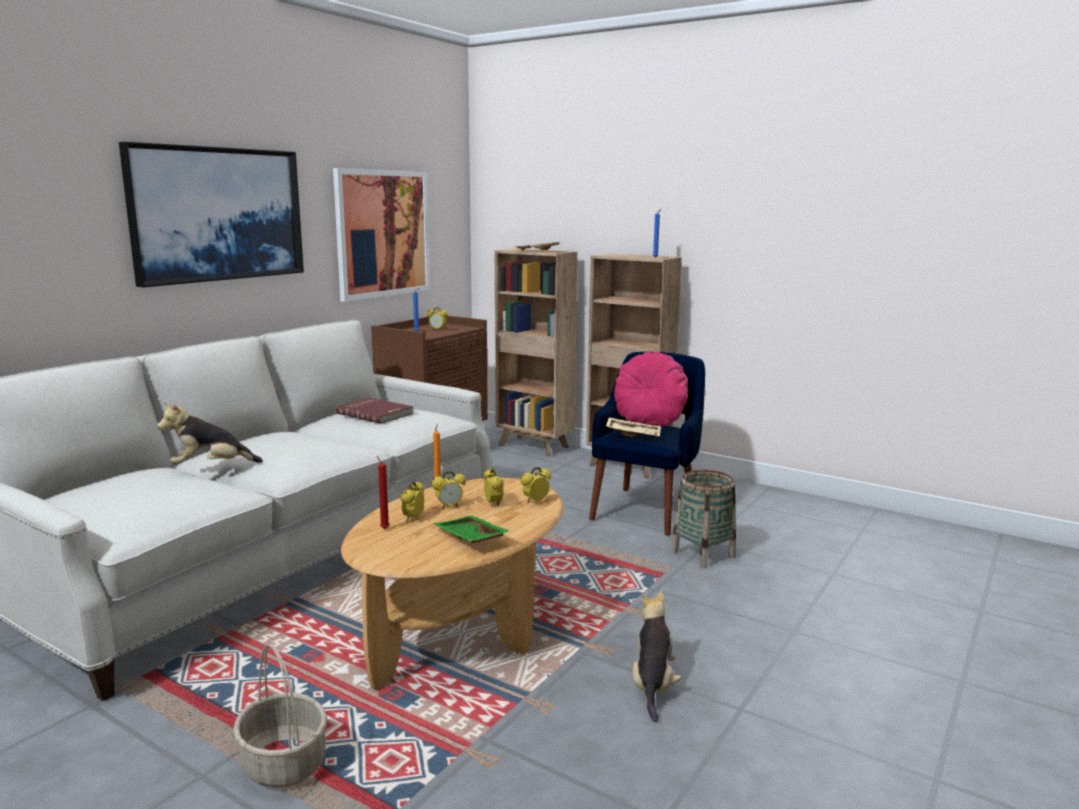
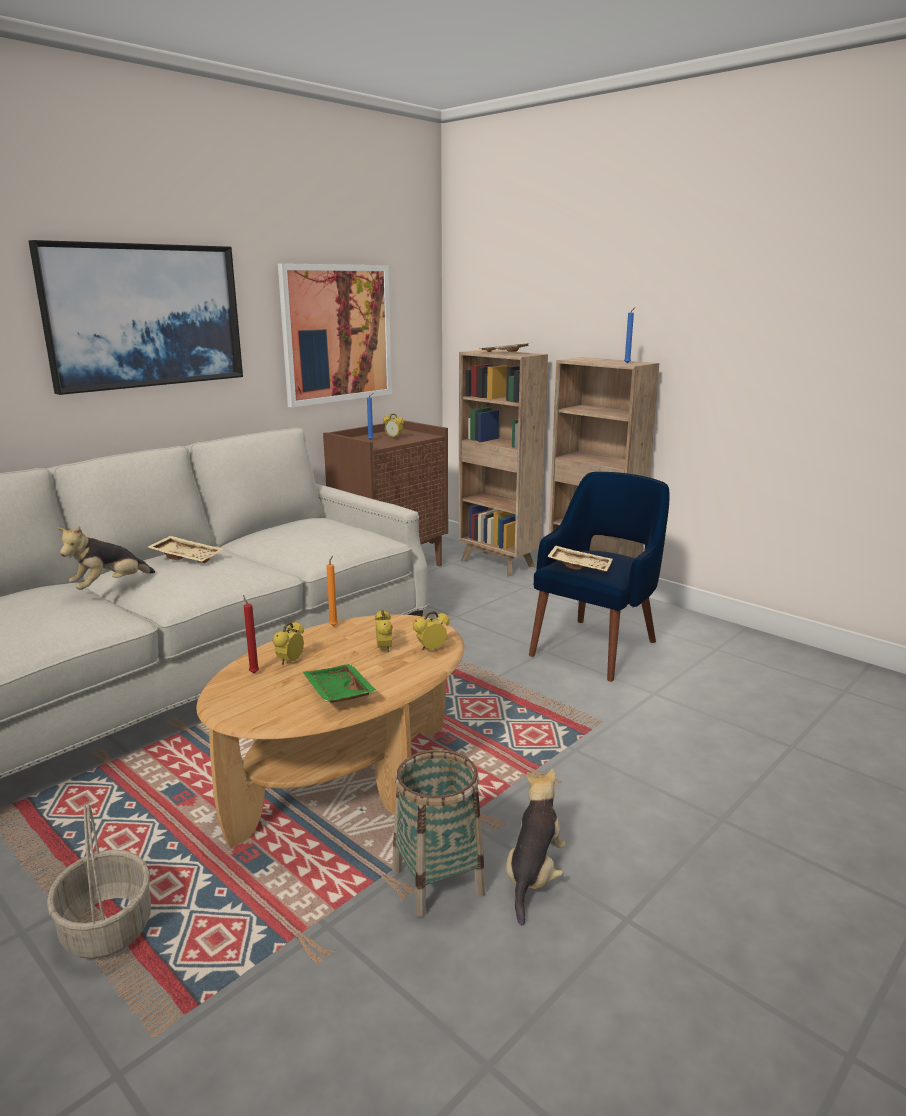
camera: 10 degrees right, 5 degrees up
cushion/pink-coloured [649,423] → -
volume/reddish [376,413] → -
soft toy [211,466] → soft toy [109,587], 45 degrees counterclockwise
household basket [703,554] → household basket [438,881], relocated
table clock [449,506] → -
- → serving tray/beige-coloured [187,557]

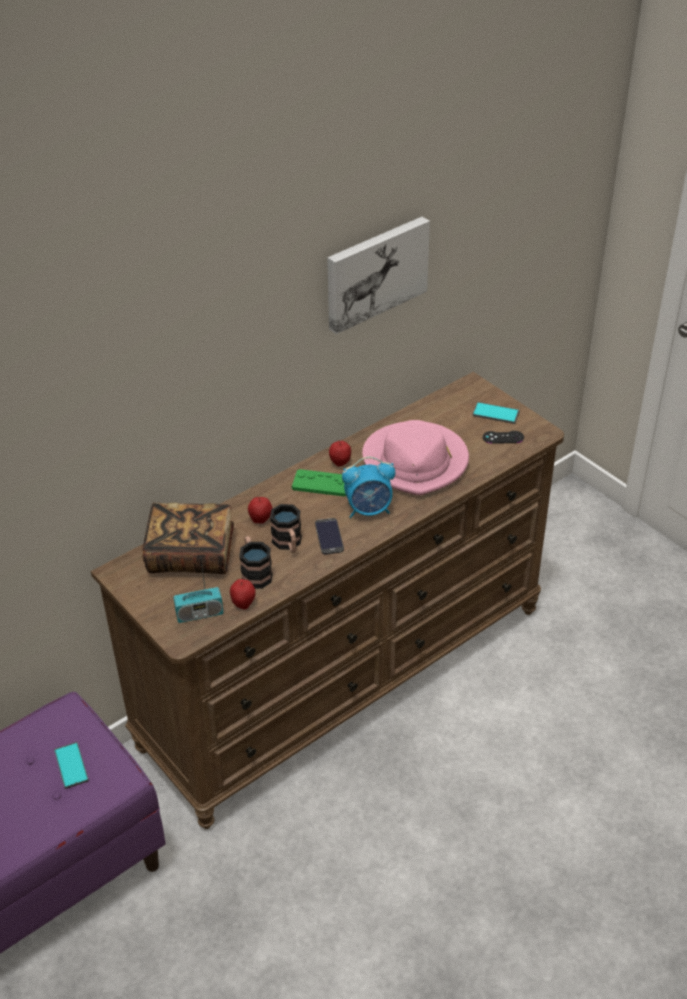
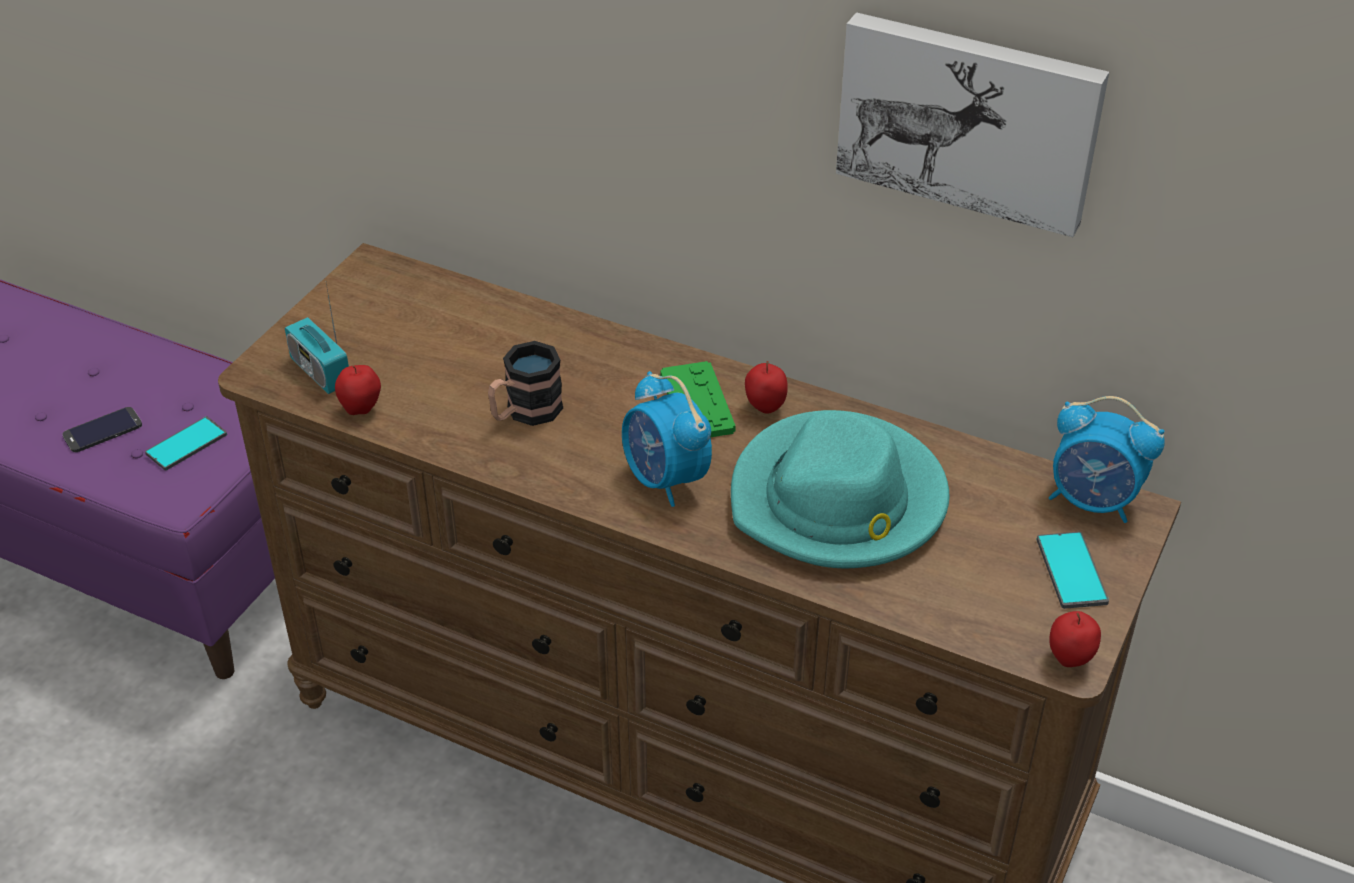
camera: 65 degrees right, 0 degrees up
clothing hat/pink-coloured [416,462] → clothing hat/turquoise-coloured [838,500]
gamepad/black-coloured [503,437] → -
apple [261,520] → apple [1069,660], relocated
volume [191,554] → -
handset [329,536] → handset [102,430], relocated
mug [255,572] → -
- → table clock [1093,501]

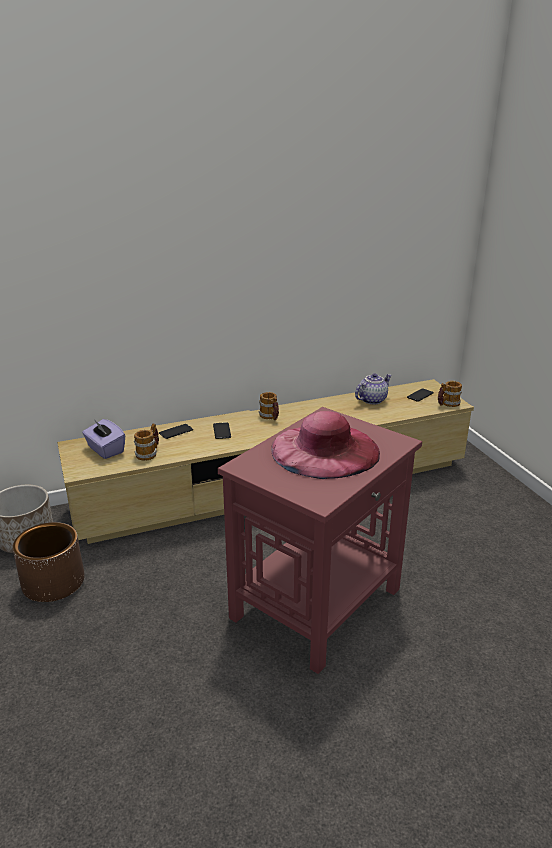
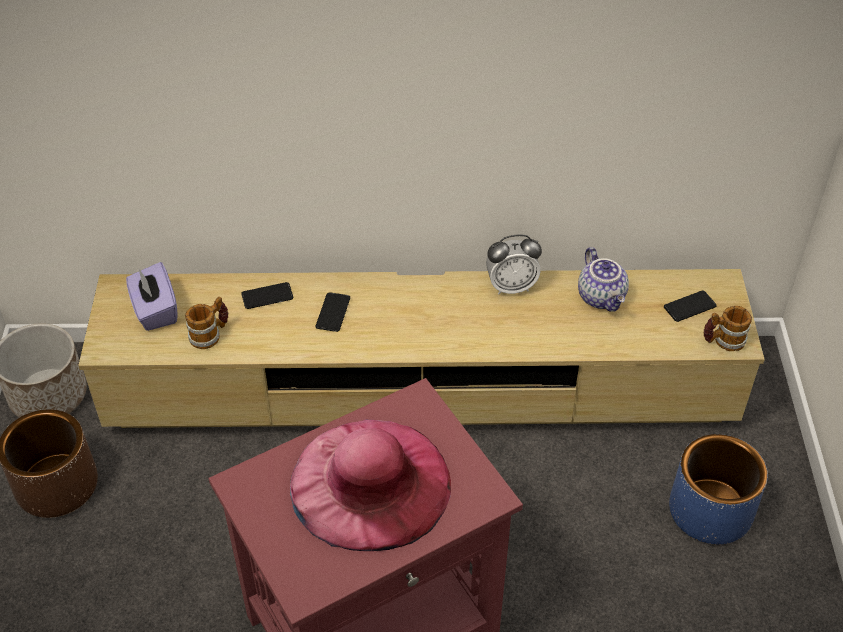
camera: 20 degrees right, 20 degrees up
teapot [372,400] → teapot [602,297], 90 degrees clockwise
mug [270,417] → -
- → table clock [511,286]
- → plant pot/bluish [709,510]

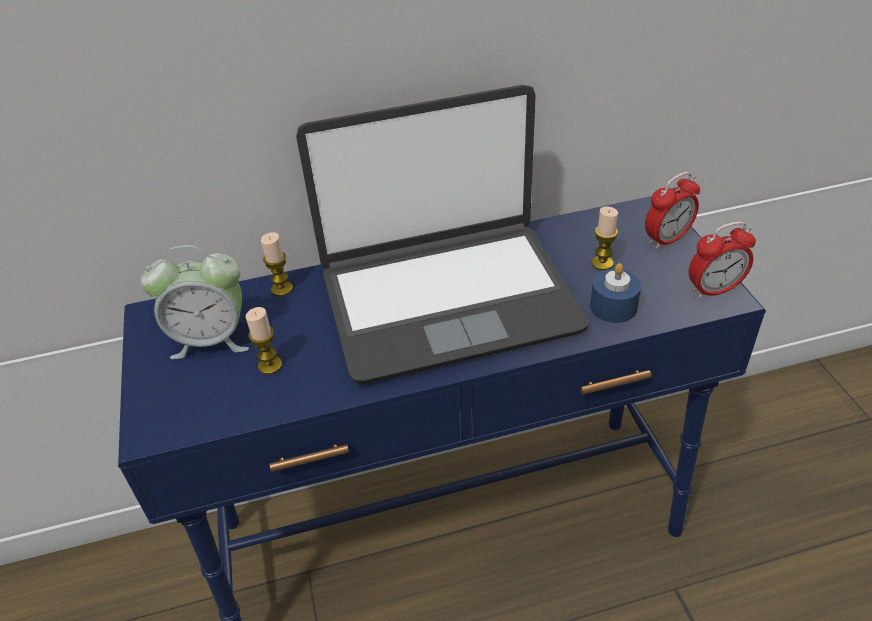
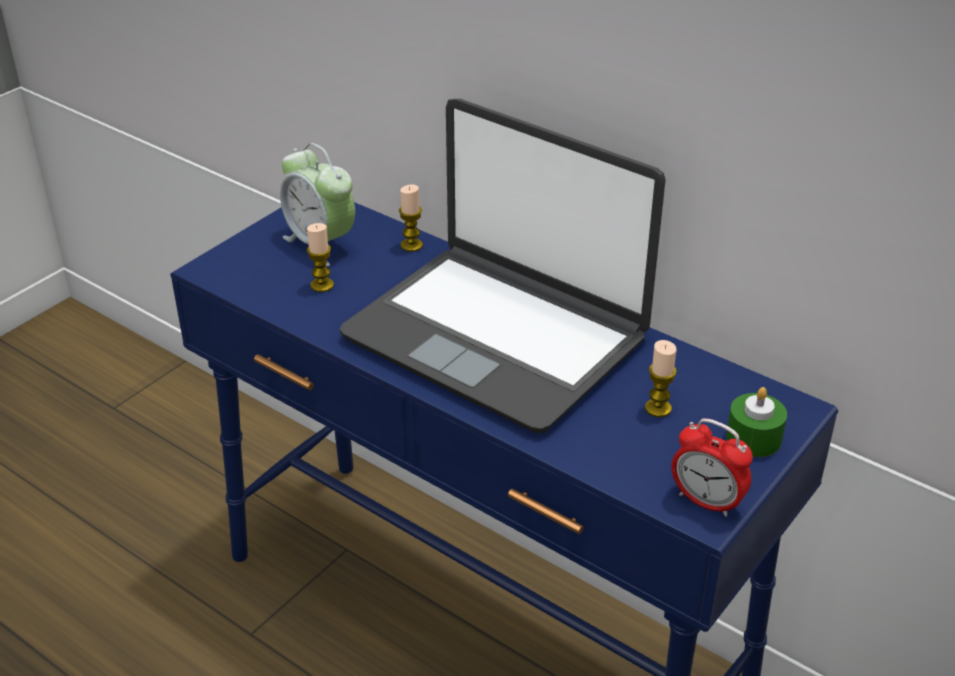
camera: 50 degrees right, 5 degrees down
table clock [667,239] → wax candle/greenish [753,438]
wax candle/bluish [613,306] → -

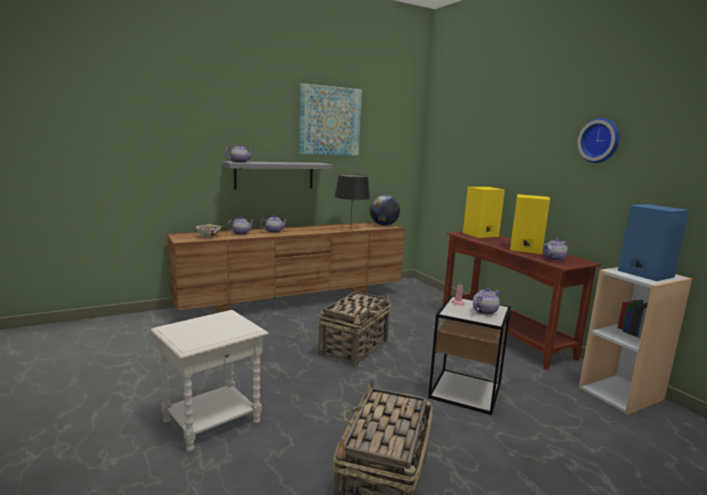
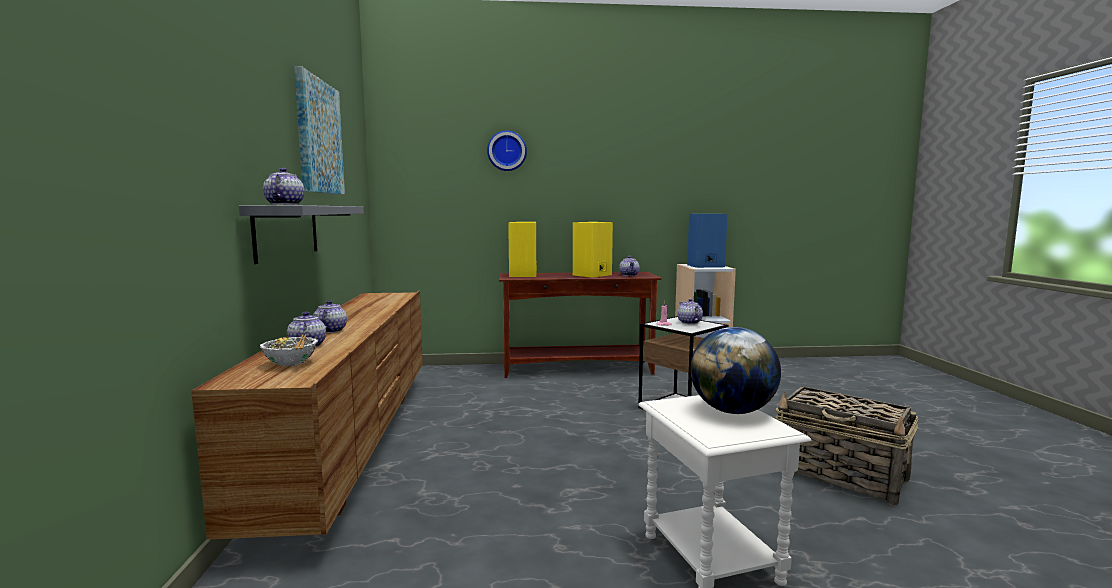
camera: 65 degrees left, 5 degrees down
hanging clock [600,140] → hanging clock [507,151], relocated
tabletop lamp/black-coloured [350,229] → -
desk globe [384,225] → desk globe [732,411], relocated
household basket [354,348] → -

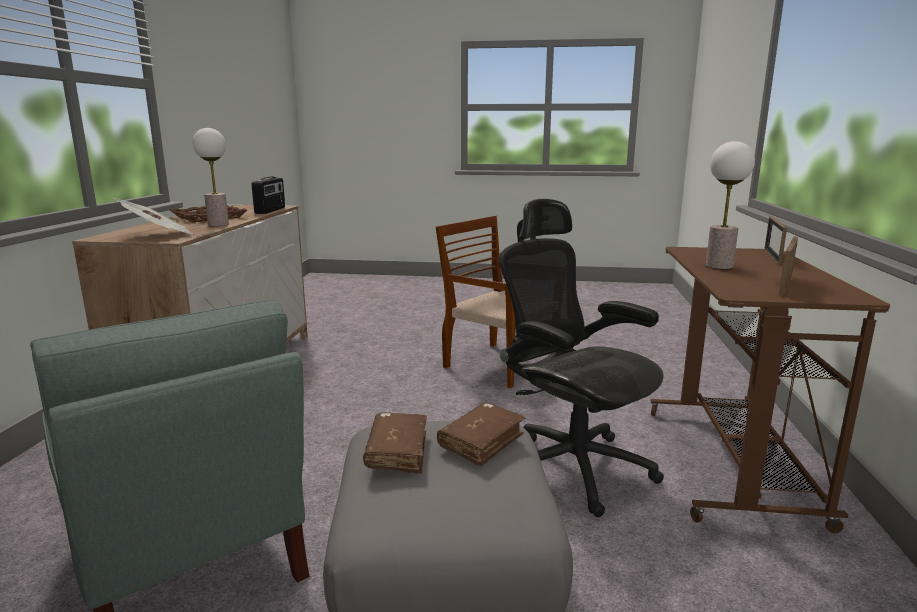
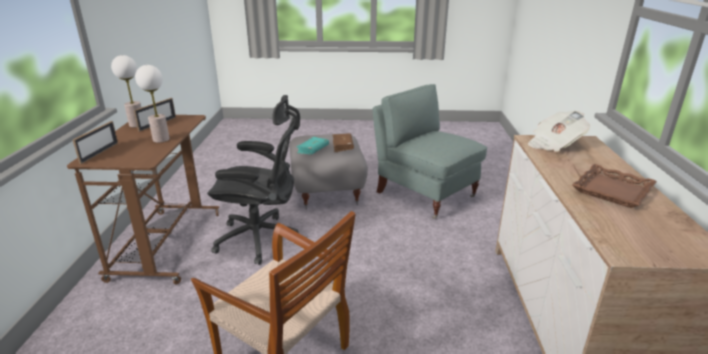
camera: 175 degrees right, 10 degrees up
tabletop lamp [218,224] → tabletop lamp [137,125], relocated
radio set [271,210] → -
computer chair [571,465] → computer chair [261,239], 45 degrees counterclockwise
volume/brown [481,442] → volume/turquoise-coloured [313,150]

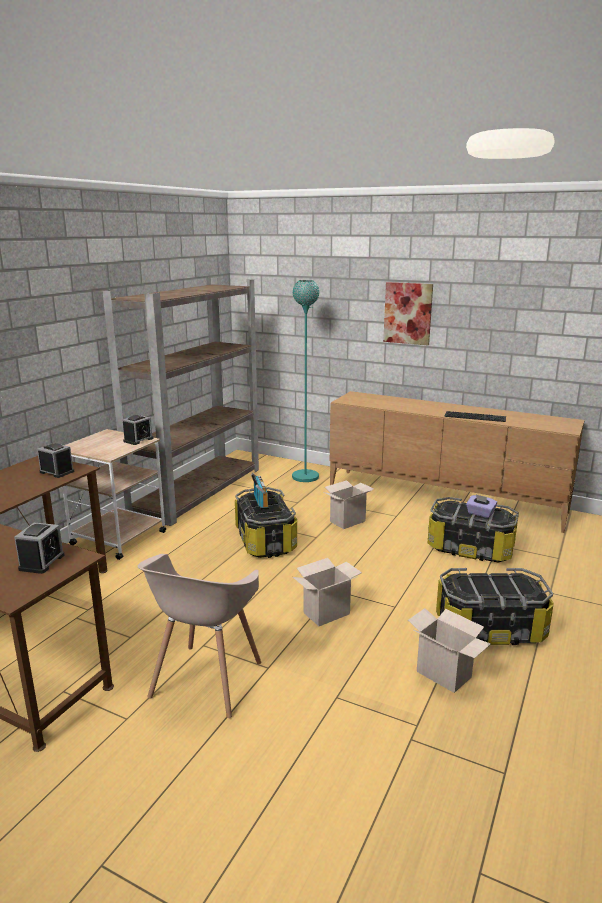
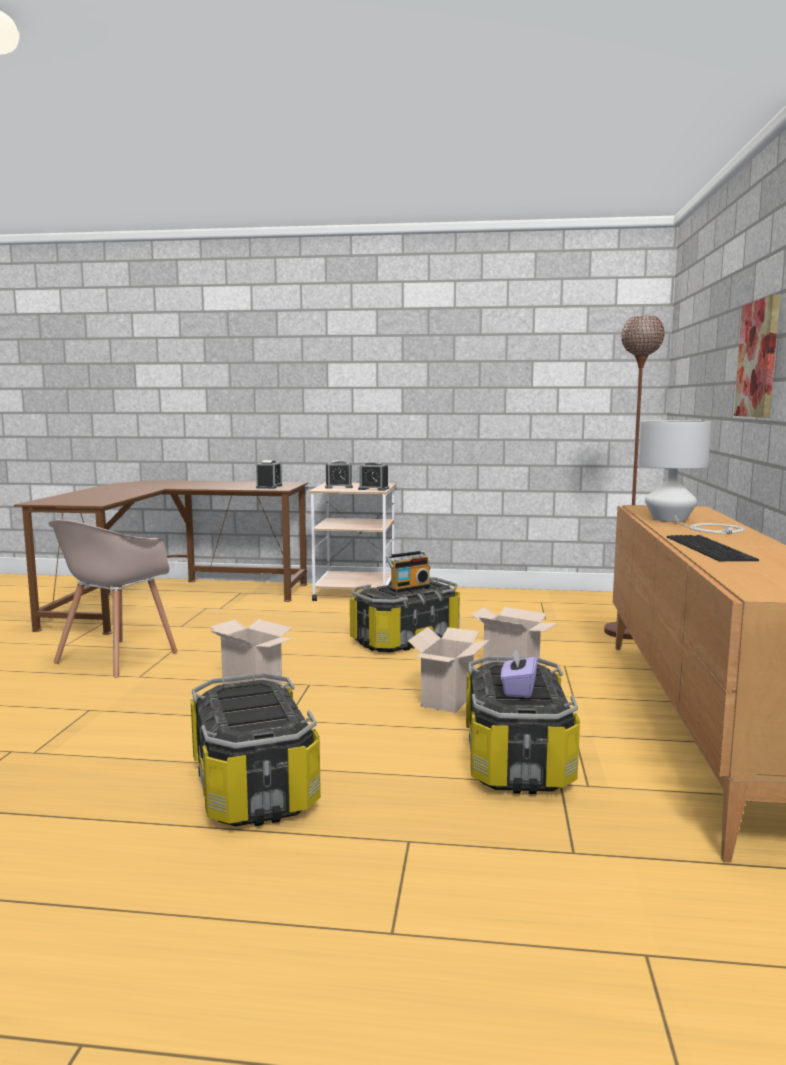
camera: 70 degrees right, 10 degrees down
bookshelf/brown [198,490] → -
floor lamp/turquoise-coloured [305,477] → floor lamp/brown [627,633]
table clock [42,562] → table clock [338,487], relocated
chair/beige-coloured [206,681] → chair/beige-coloured [116,659], 60 degrees counterclockwise
carton [446,674] → carton [448,701], relocated
- → tabletop lamp/white [686,523]

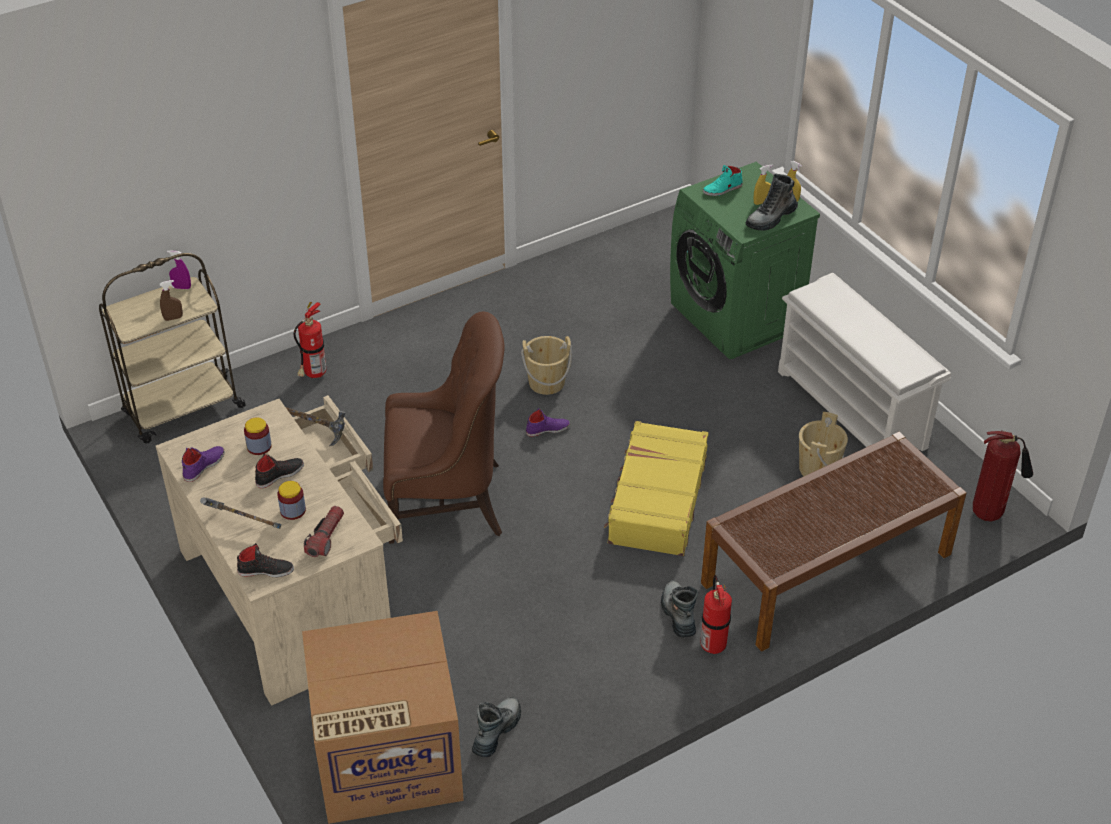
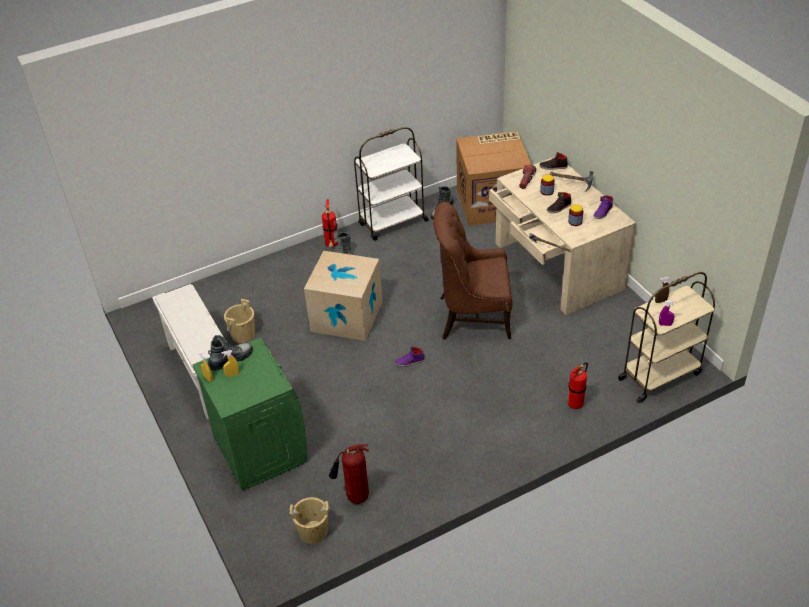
camera: 175 degrees left, 0 degrees up
low shoe/turquoise-coloured [722,189] → -
pail/beige-coloured [546,382] → pail/beige-coloured [313,532], relocated
suitcase/yellow [656,500] → carton [346,316]
fire-fighting cylinder [990,513] → fire-fighting cylinder [355,498], relocated
bench/brown [827,569] → -
- → trolley/white [392,223]

